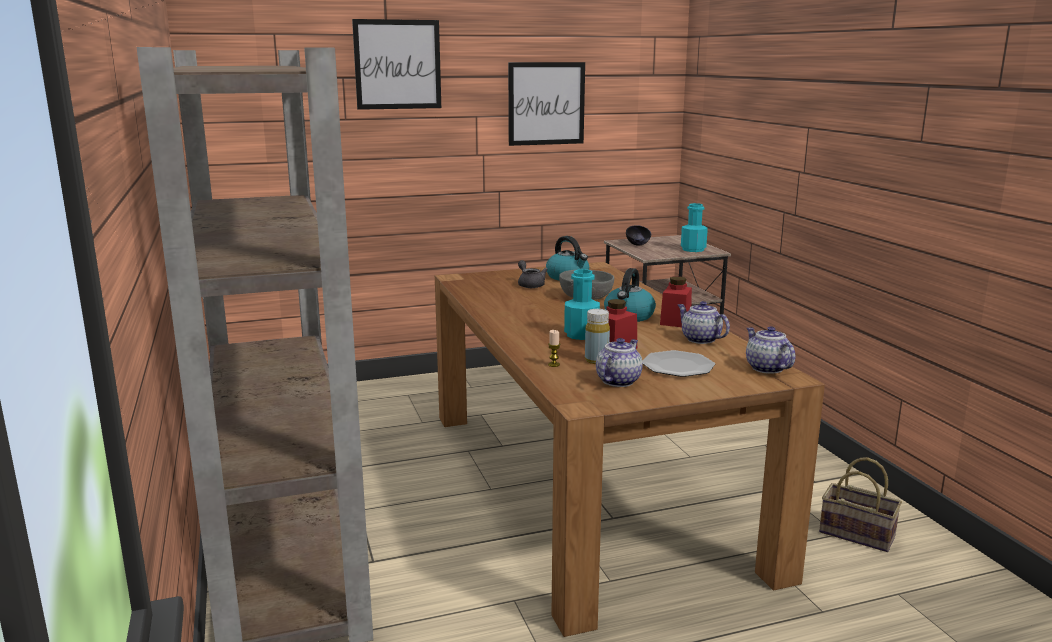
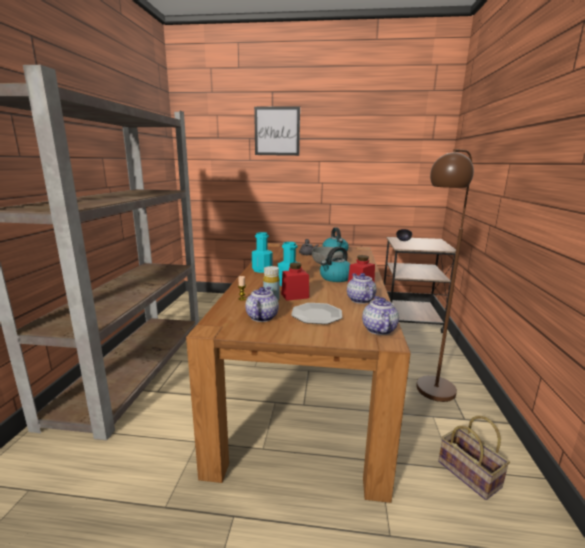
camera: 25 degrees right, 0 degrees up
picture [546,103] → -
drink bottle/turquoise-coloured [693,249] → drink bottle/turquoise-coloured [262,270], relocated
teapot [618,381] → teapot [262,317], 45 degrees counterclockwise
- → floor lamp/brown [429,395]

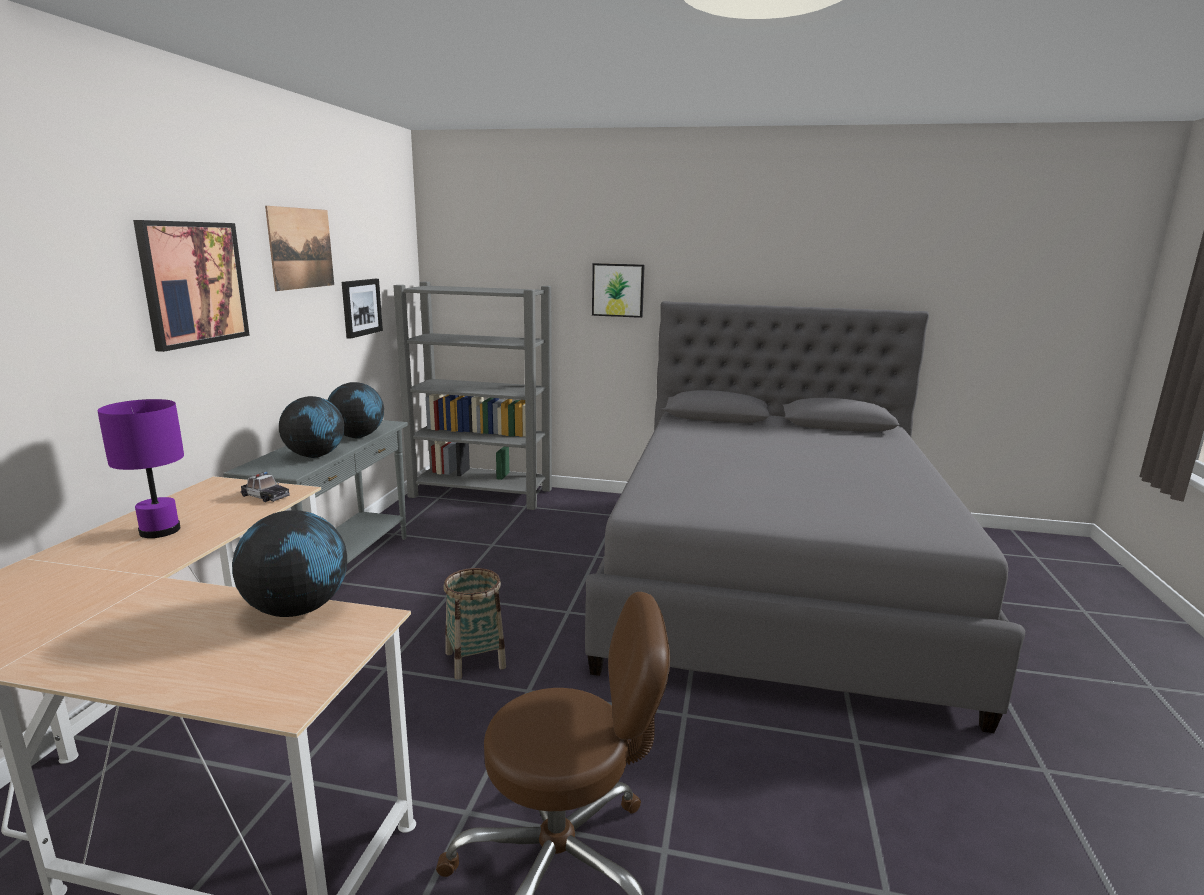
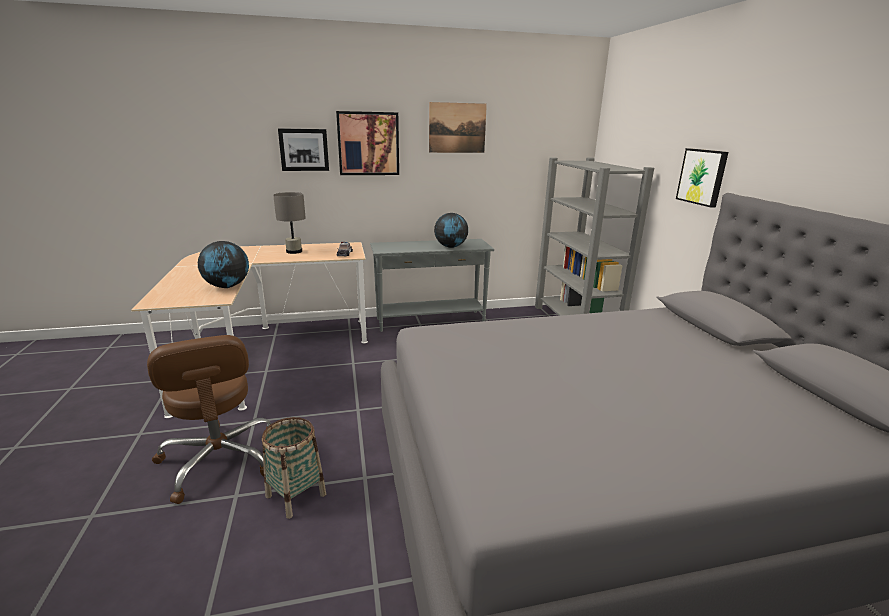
camera: 65 degrees right, 5 degrees up
picture [361,307] → picture [304,149], relocated
desk globe [315,456] → -
tabletop lamp/purple-coloured [161,530] → tabletop lamp/gray [294,251]
household basket [475,660] → household basket [295,495], relocated

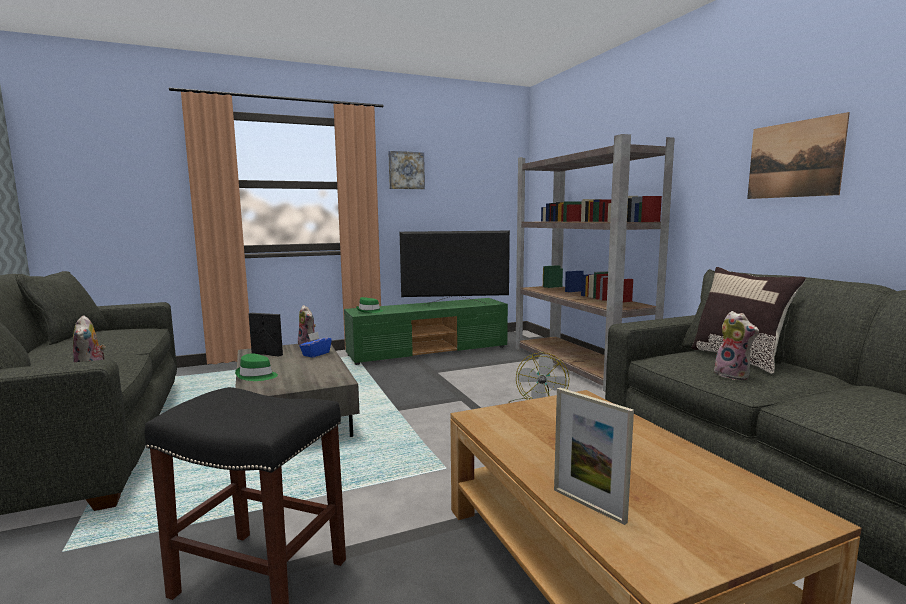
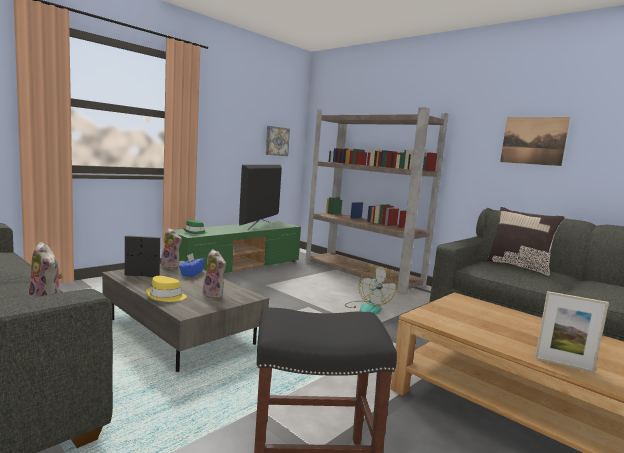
camera: 25 degrees left, 0 degrees up
picture [406,170] → picture [276,141], relocated
TV set [455,304] → TV set [260,226], 135 degrees clockwise
soft toy [734,375] → soft toy [214,295], relocated
clothing hat/greenish [256,376] → clothing hat/yellow [166,297]

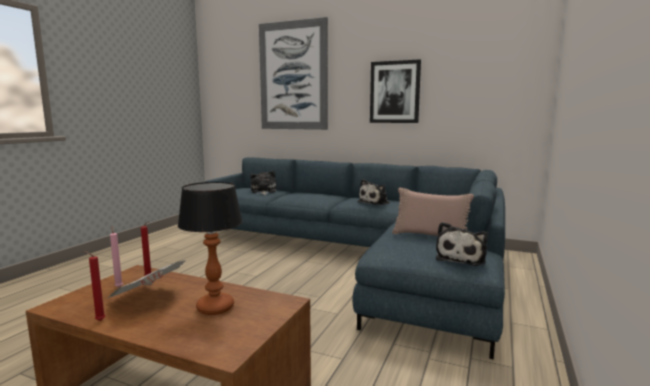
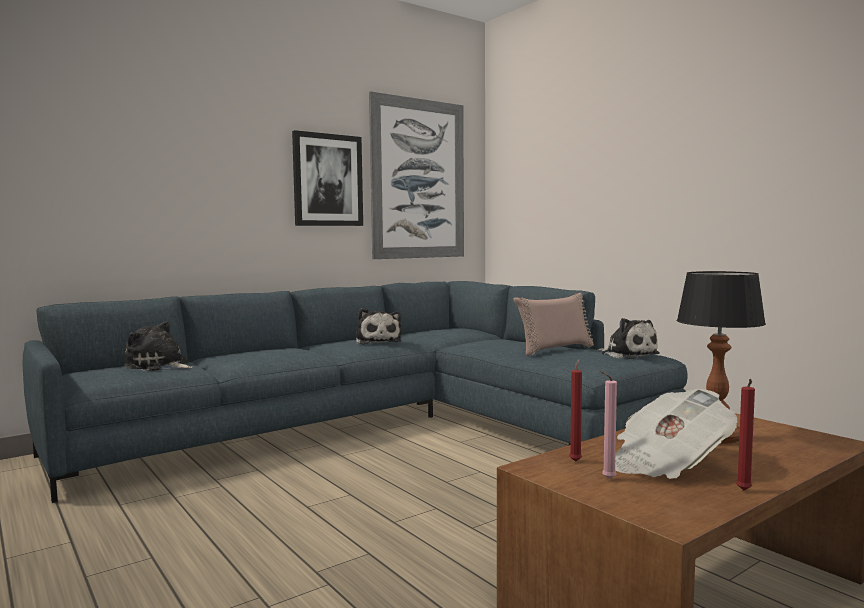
camera: 60 degrees left, 5 degrees down
picture [293,76] → picture [418,179], relocated

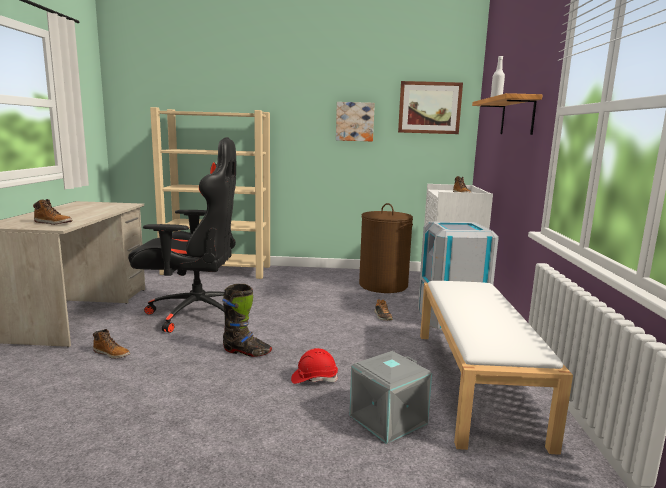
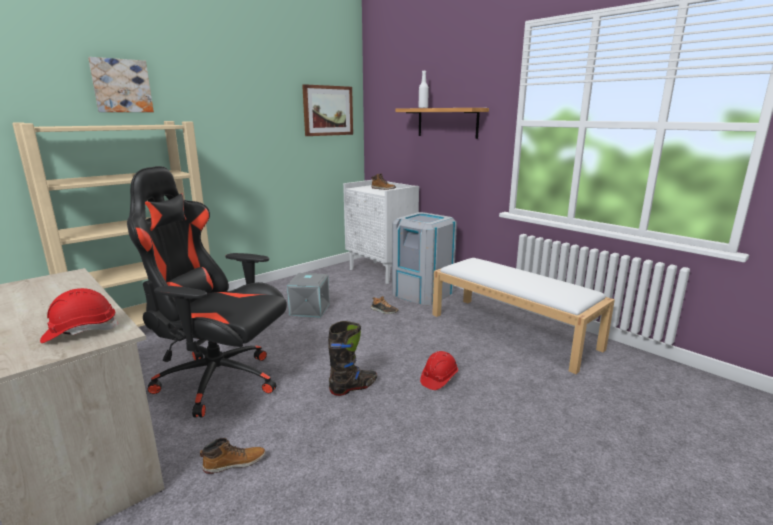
camera: 45 degrees left, 5 degrees up
picture [354,121] → picture [121,86], relocated
computer chair/black-coloured [190,314] → computer chair/black-coloured [225,383], 120 degrees counterclockwise
tall boot [54,223] → safety helmet/reddish [80,332]
hamper/brown [383,285] → -
storage box/gray [388,420] → storage box/gray [310,310], relocated

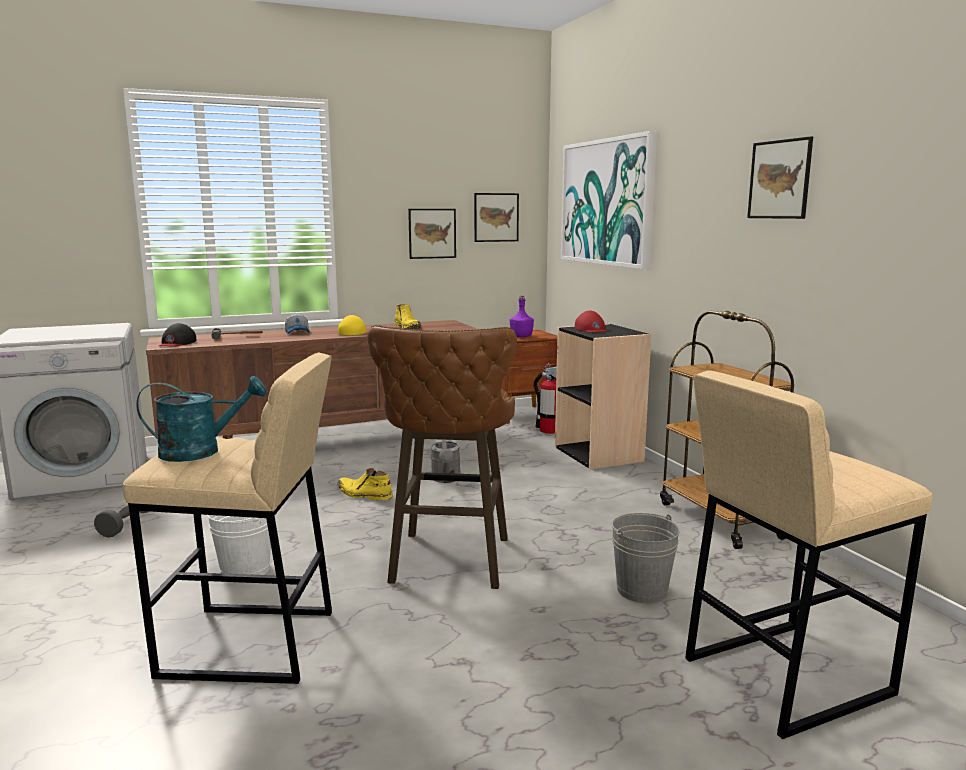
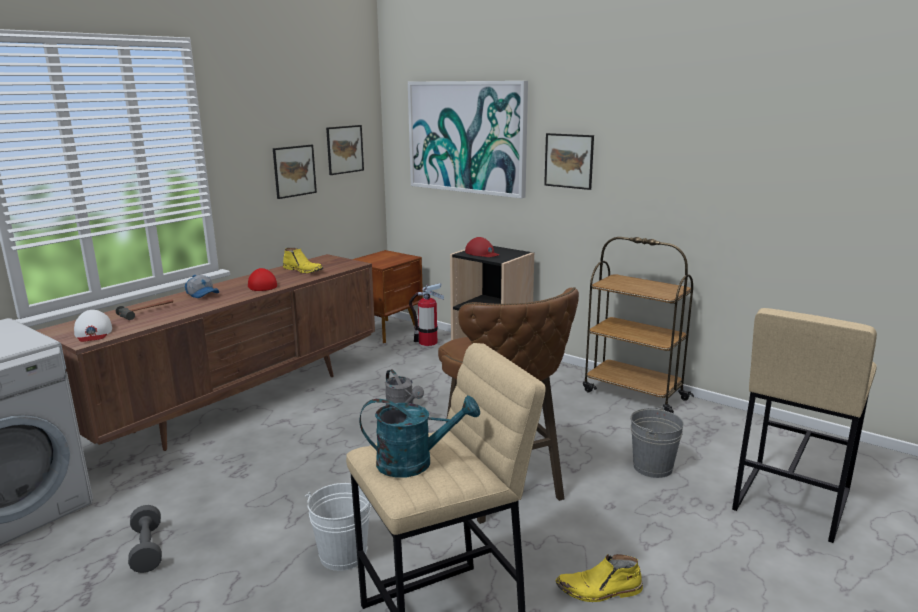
camera: 30 degrees left, 5 degrees up
picture [779,179] → picture [569,161], relocated
drink bottle/purple-coloured [521,336] → -
baseball cap/yellow [353,332] → baseball cap/reddish [262,285]
baseball cap/black-coloured [177,343] → baseball cap/white [93,333]
watering can/turquoise-coloured [201,451] → watering can/turquoise-coloured [415,463], 45 degrees clockwise
tall boot/yellow [364,494] → tall boot/yellow [599,590], relocated

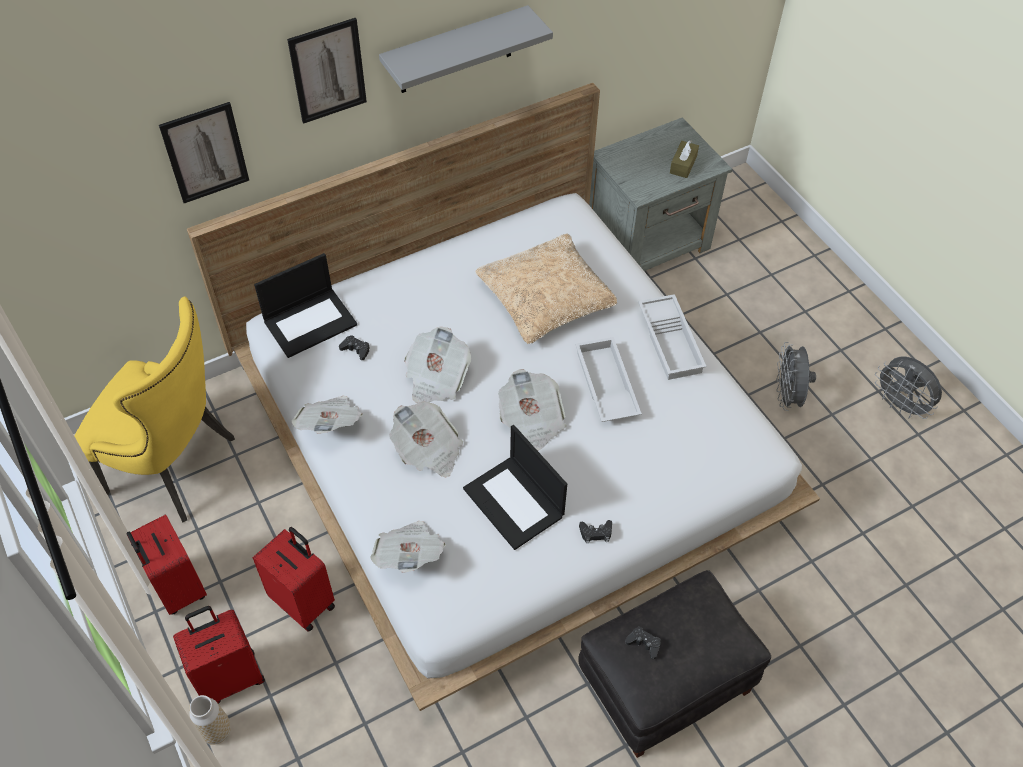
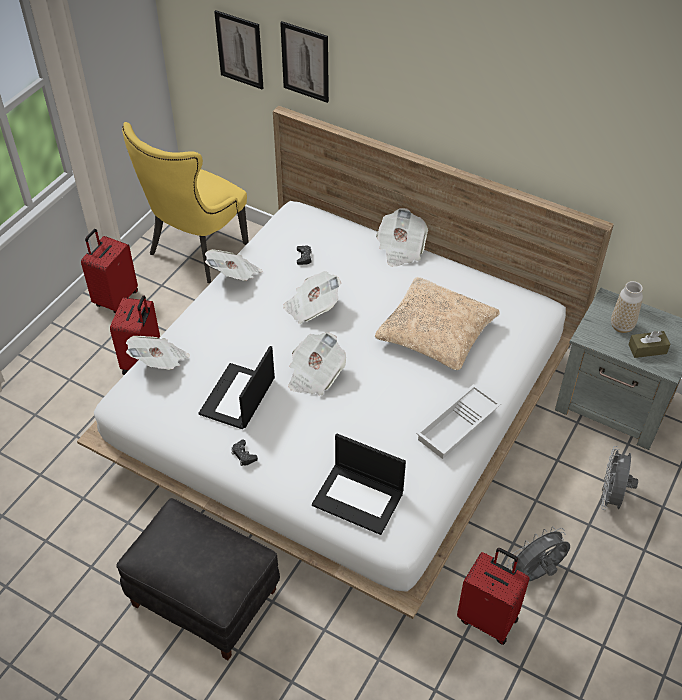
camera: 60 degrees right, 5 degrees down
shelf/gray [455,51] → -
picture [328,71] → picture [239,50], relocated
portable computer [310,322] → portable computer [359,498], relocated
chair/yellow [174,467] → chair/yellow [197,251], 45 degrees clockwise
serving tray/white [604,385] → -
fan/gray [900,405] → fan/gray [611,497], relocated
newspaper [428,450] → newspaper [400,249], relocated
suitcase/reddish [230,677] → suitcase/reddish [488,618], relocated
gamepad/black-coloured [644,644] → -
vase [216,731] → vase [621,326], relocated

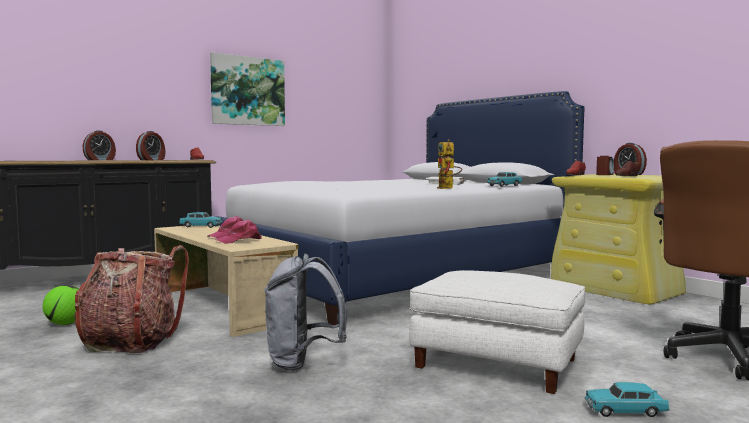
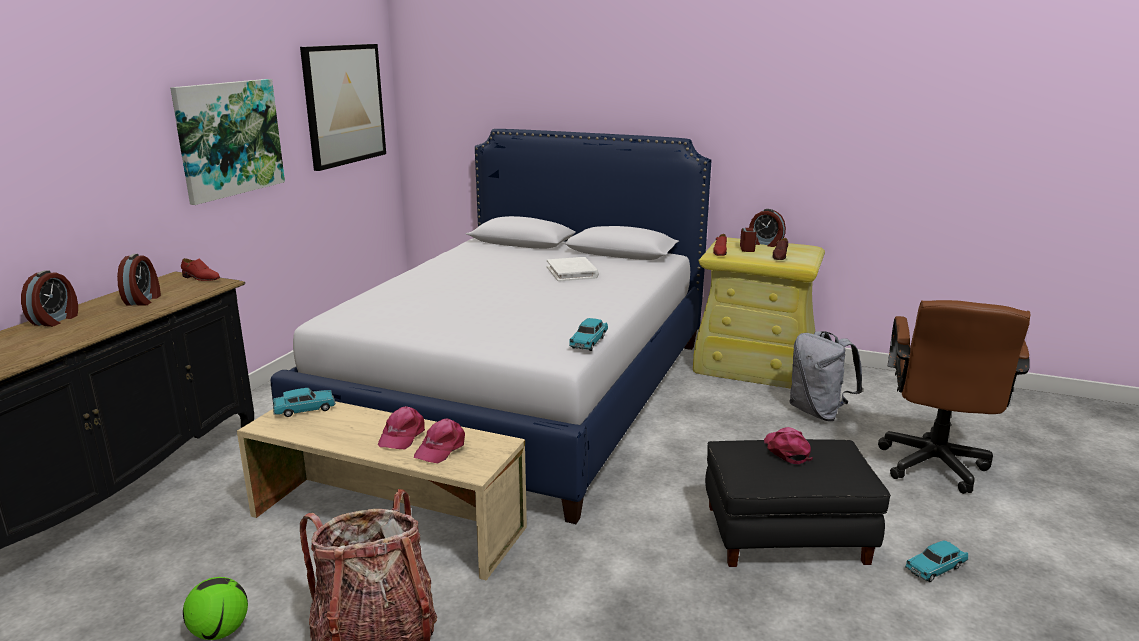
camera: 30 degrees left, 15 degrees up
robot figure [448,188] → -
model car/turquoise-coloured [504,186] → model car/turquoise-coloured [589,342], relocated
backpack/gray [303,362] → backpack/gray [818,412], relocated
pouffe/white [495,363] → pouffe/black-coloured [785,535]
- → picture [344,104]
- → baseball cap/pink-coloured [787,450]

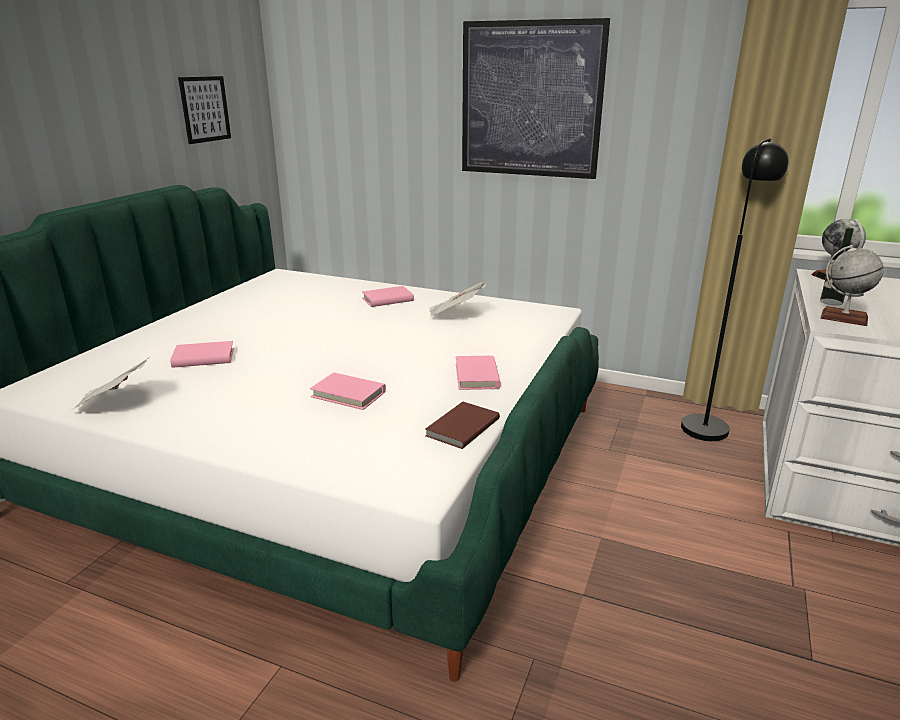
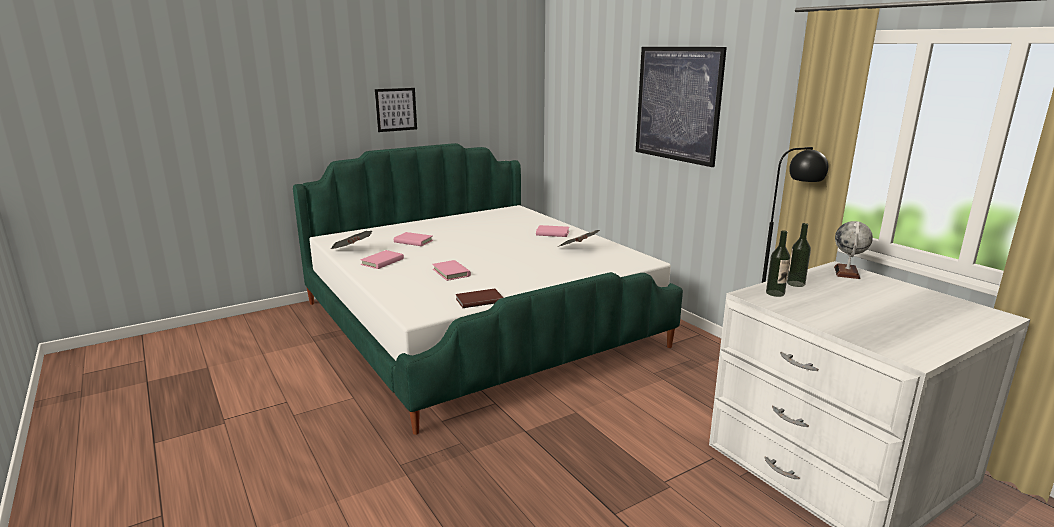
camera: 35 degrees right, 5 degrees down
picture [205,109] → picture [396,109], relocated
desk globe [843,318] → drink bottle [775,293]
volume/pink-coloured [477,376] → volume/pink-coloured [382,262], relocated

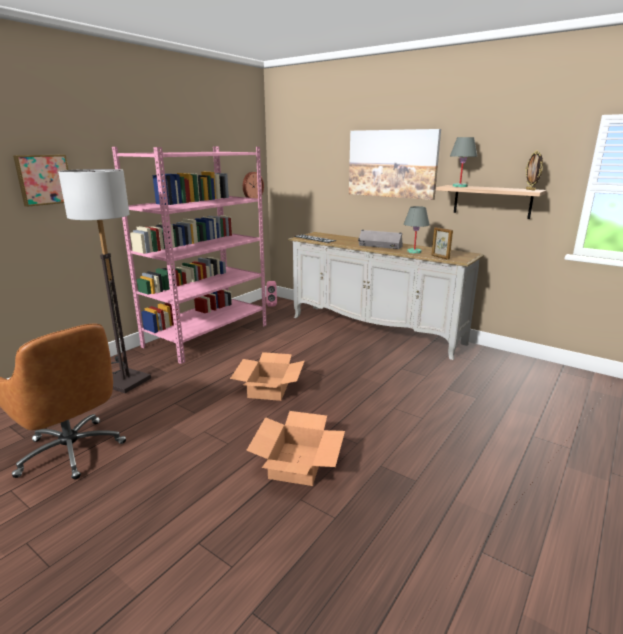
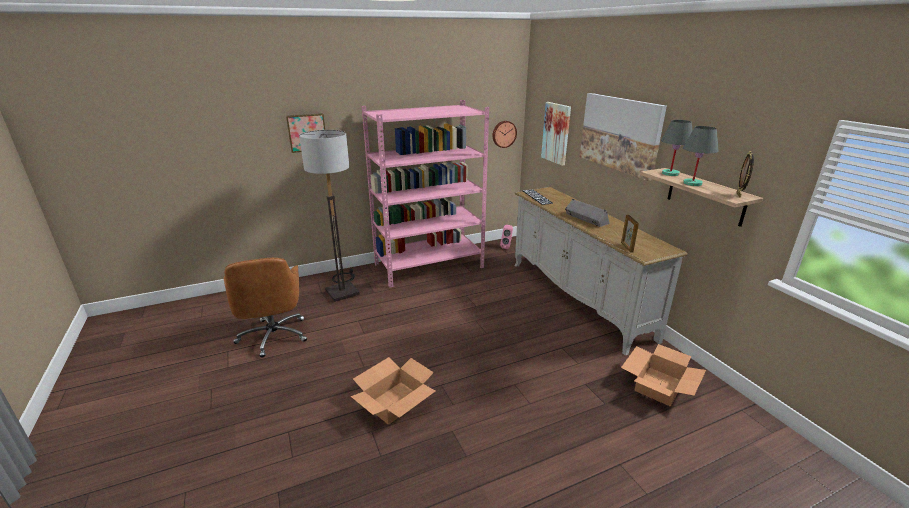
camera: 30 degrees right, 5 degrees up
tabletop lamp/gray [414,252] → tabletop lamp/gray [692,183], relocated
carton [269,388] → carton [659,386], relocated
- → picture [556,133]

